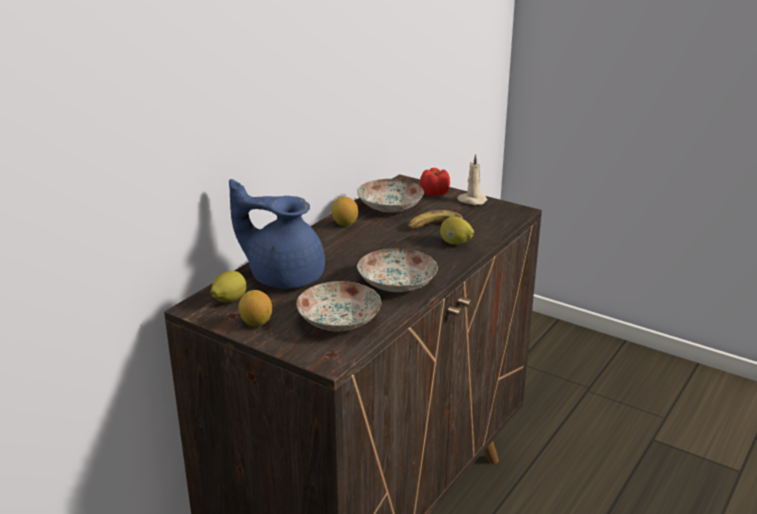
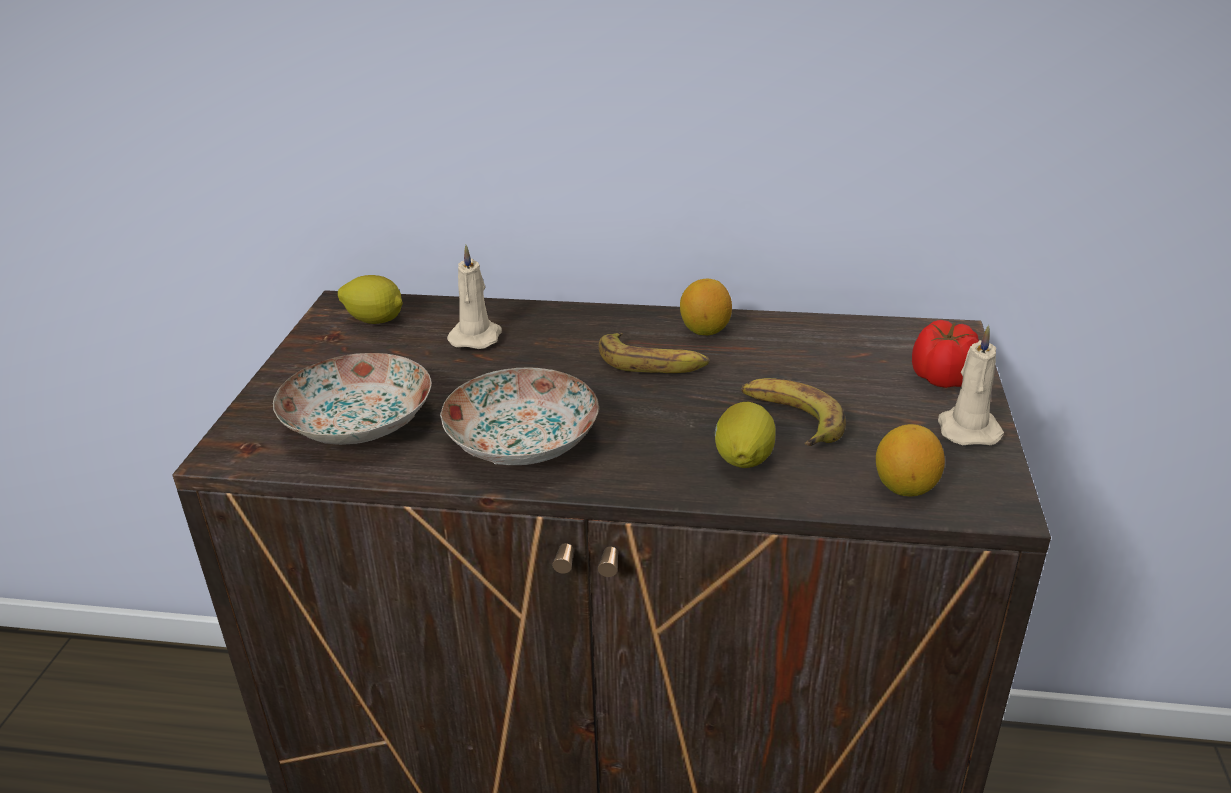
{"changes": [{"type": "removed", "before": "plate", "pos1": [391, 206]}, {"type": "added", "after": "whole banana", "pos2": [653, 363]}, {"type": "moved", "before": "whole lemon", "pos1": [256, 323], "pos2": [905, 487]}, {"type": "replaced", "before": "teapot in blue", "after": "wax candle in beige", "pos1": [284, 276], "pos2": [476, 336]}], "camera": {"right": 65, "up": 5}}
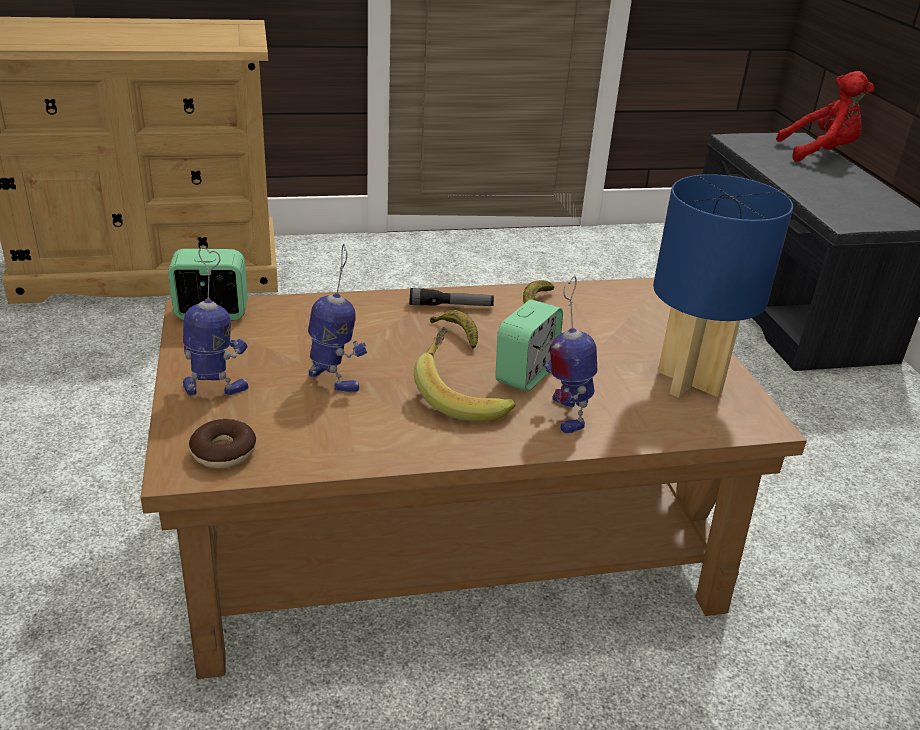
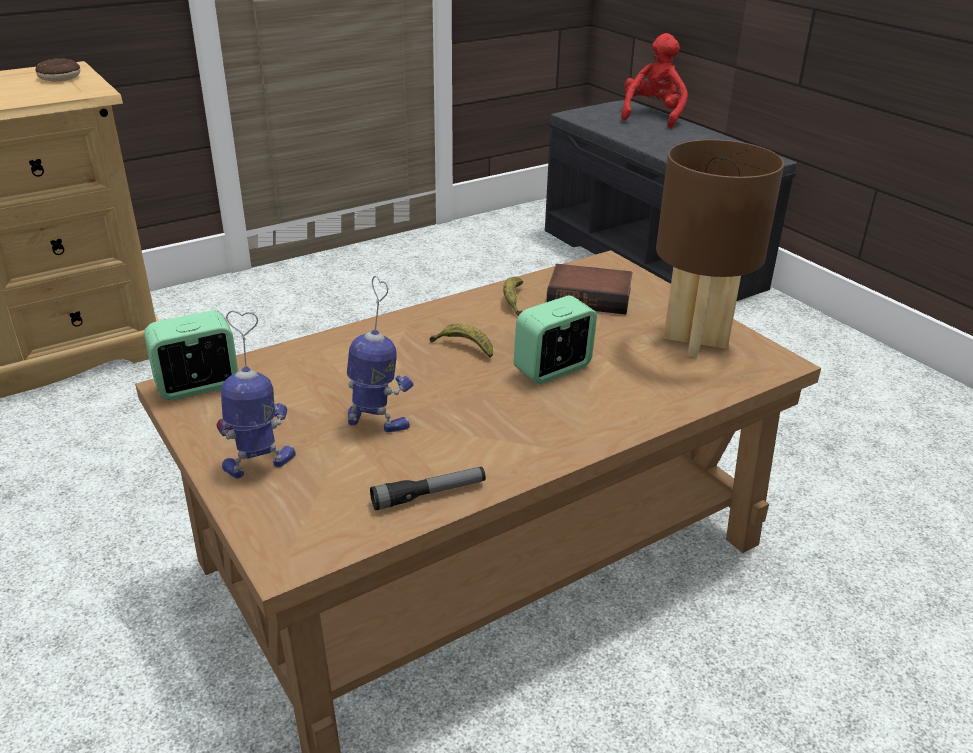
{"changes": [{"type": "removed", "before": "whole banana", "pos1": [462, 396]}, {"type": "removed", "before": "toy robot", "pos1": [565, 414]}, {"type": "added", "after": "book", "pos2": [591, 296]}, {"type": "moved", "before": "ring doughnut", "pos1": [223, 452], "pos2": [60, 77]}, {"type": "moved", "before": "torch", "pos1": [451, 306], "pos2": [429, 495]}, {"type": "recoloured", "before": "table lamp in blue", "after": "table lamp in brownish", "pos1": [690, 382], "pos2": [697, 341]}, {"type": "turned", "before": "bedside clock", "pos1": [525, 374], "pos2": [553, 369], "turn": -135}, {"type": "turned", "before": "plush toy in red-coloured", "pos1": [820, 153], "pos2": [653, 115], "turn": -45}], "camera": {"right": -20, "up": 0}}
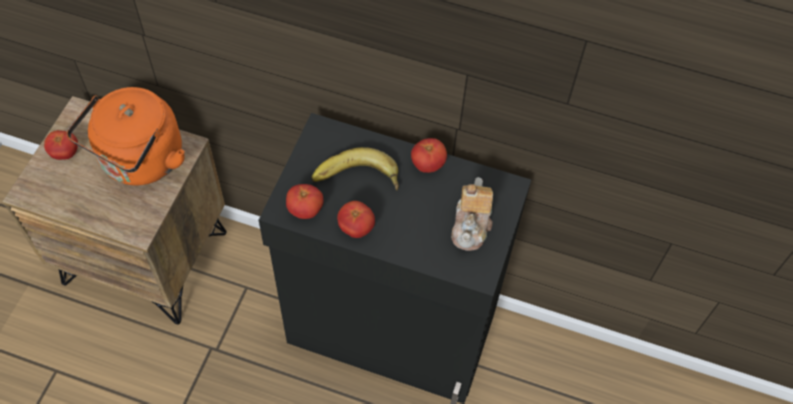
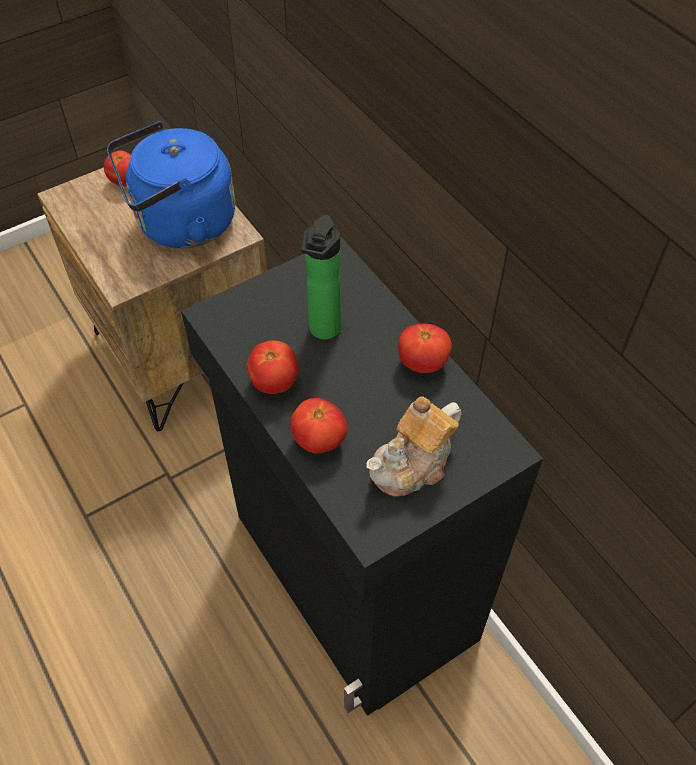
{"changes": [{"type": "moved", "before": "fresh tomato", "pos1": [305, 210], "pos2": [319, 440]}, {"type": "replaced", "before": "whole banana", "after": "drink bottle", "pos1": [356, 180], "pos2": [323, 332]}, {"type": "recoloured", "before": "water kettle in orange-coloured", "after": "water kettle in blue", "pos1": [140, 162], "pos2": [180, 225]}], "camera": {"right": 40, "up": -5}}
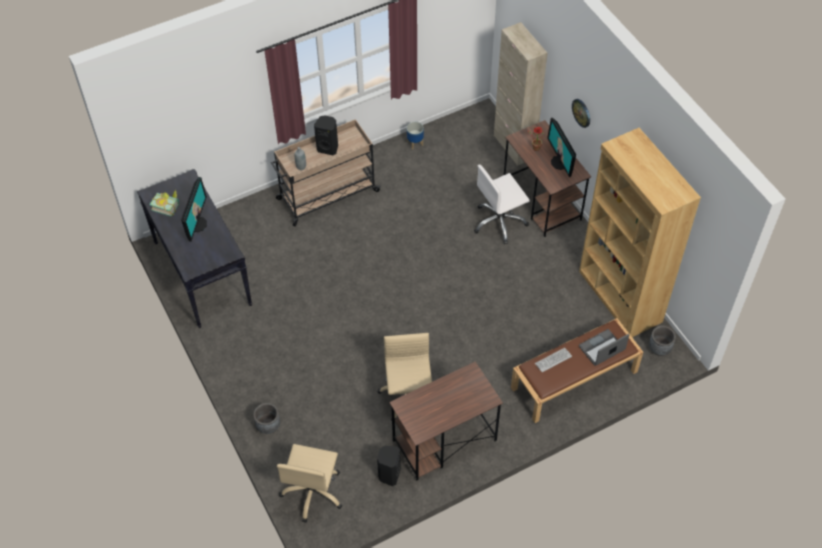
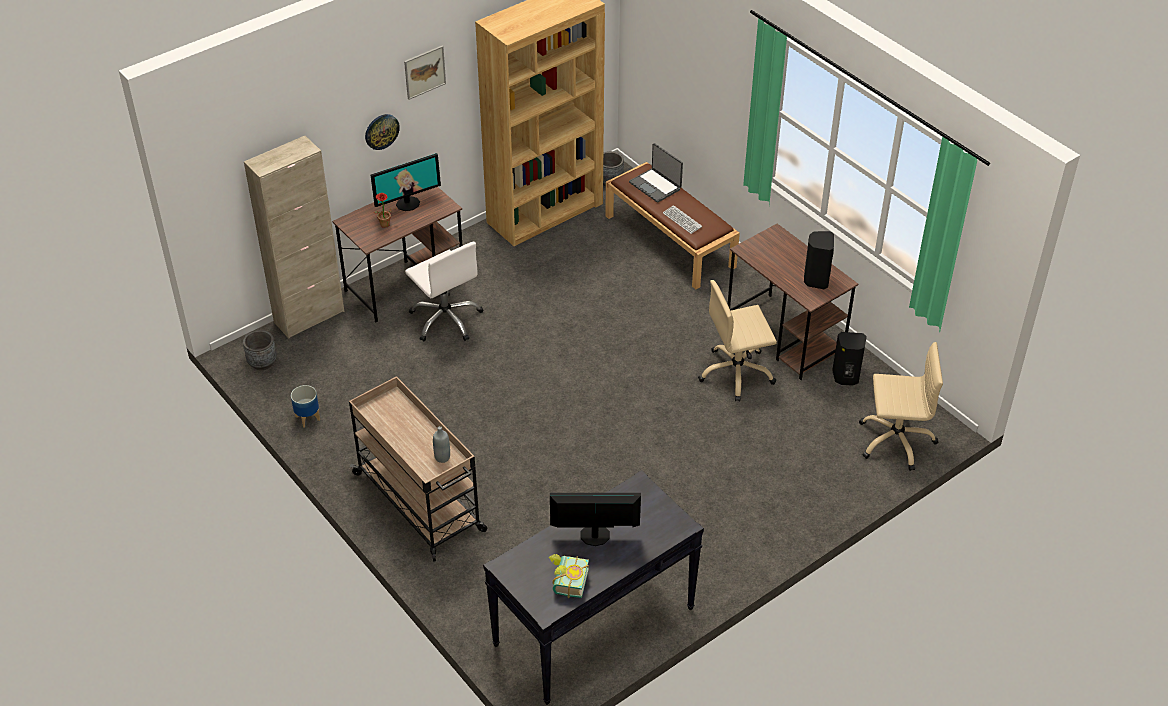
{"changes": [{"type": "added", "after": "wall picture", "pos2": [424, 72]}, {"type": "moved", "before": "plant pot in grey", "pos1": [268, 426], "pos2": [262, 363]}, {"type": "moved", "before": "speaker in black", "pos1": [328, 148], "pos2": [816, 280]}], "camera": {"right": -100, "up": -10}}
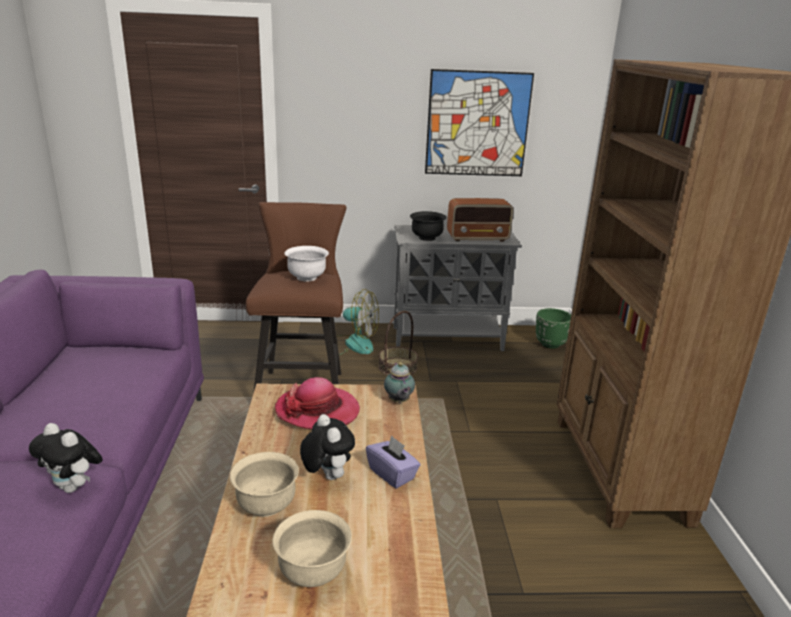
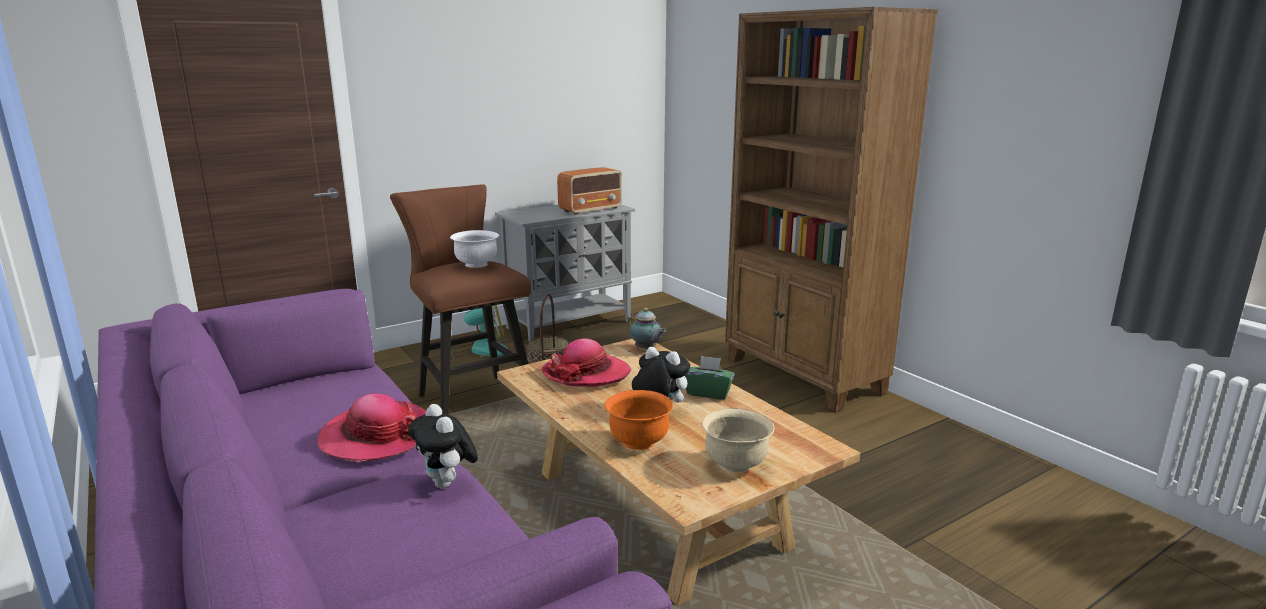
{"changes": [{"type": "removed", "before": "deep dish in black", "pos1": [426, 238]}, {"type": "removed", "before": "wall picture", "pos1": [477, 124]}, {"type": "removed", "before": "plant pot in greenish", "pos1": [550, 344]}, {"type": "added", "after": "wearable hat", "pos2": [376, 435]}, {"type": "recoloured", "before": "deep dish in beige", "after": "deep dish in orange-coloured", "pos1": [266, 505], "pos2": [638, 441]}, {"type": "recoloured", "before": "box of tissues in purplish", "after": "box of tissues in greenish", "pos1": [392, 474], "pos2": [708, 392]}, {"type": "turned", "before": "plush toy", "pos1": [74, 487], "pos2": [447, 484], "turn": 60}], "camera": {"right": -30, "up": -5}}
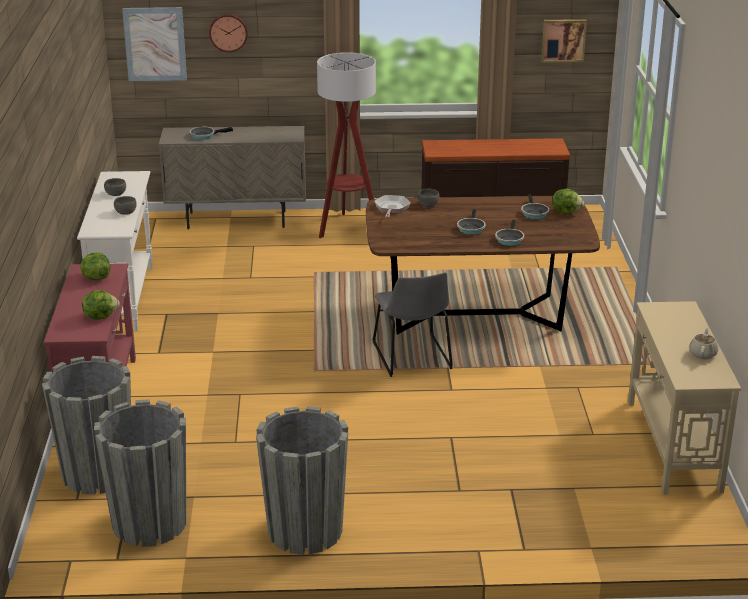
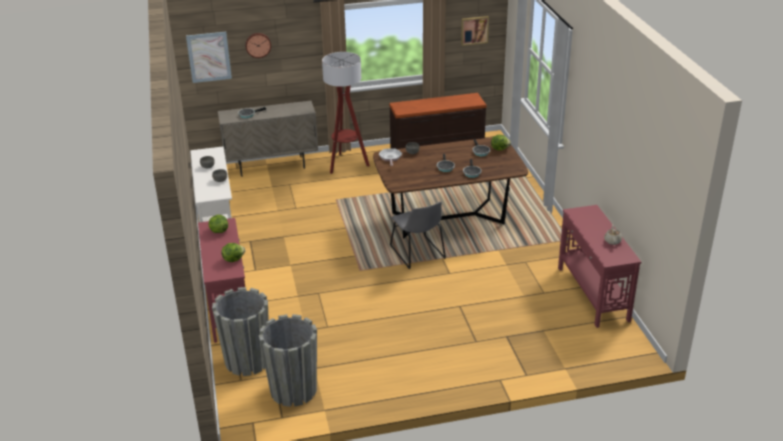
{"changes": [{"type": "removed", "before": "plant pot in grey", "pos1": [305, 531]}, {"type": "recoloured", "before": "console table in beige", "after": "console table in red-coloured", "pos1": [672, 445], "pos2": [592, 294]}], "camera": {"right": -10, "up": 5}}
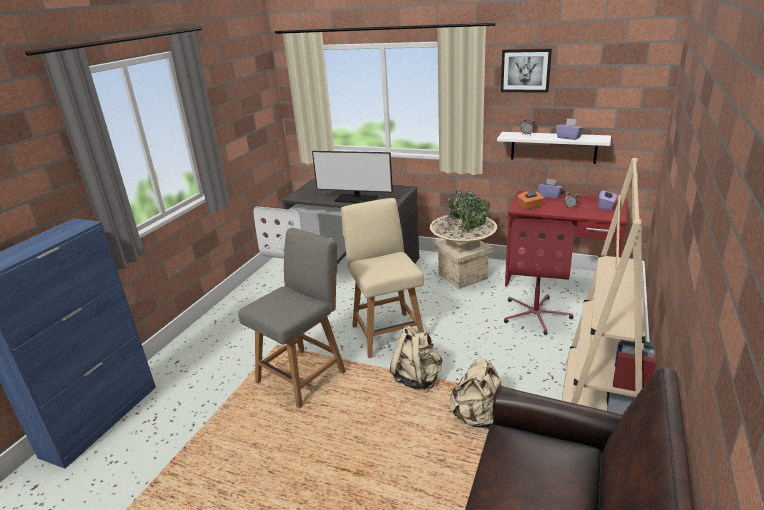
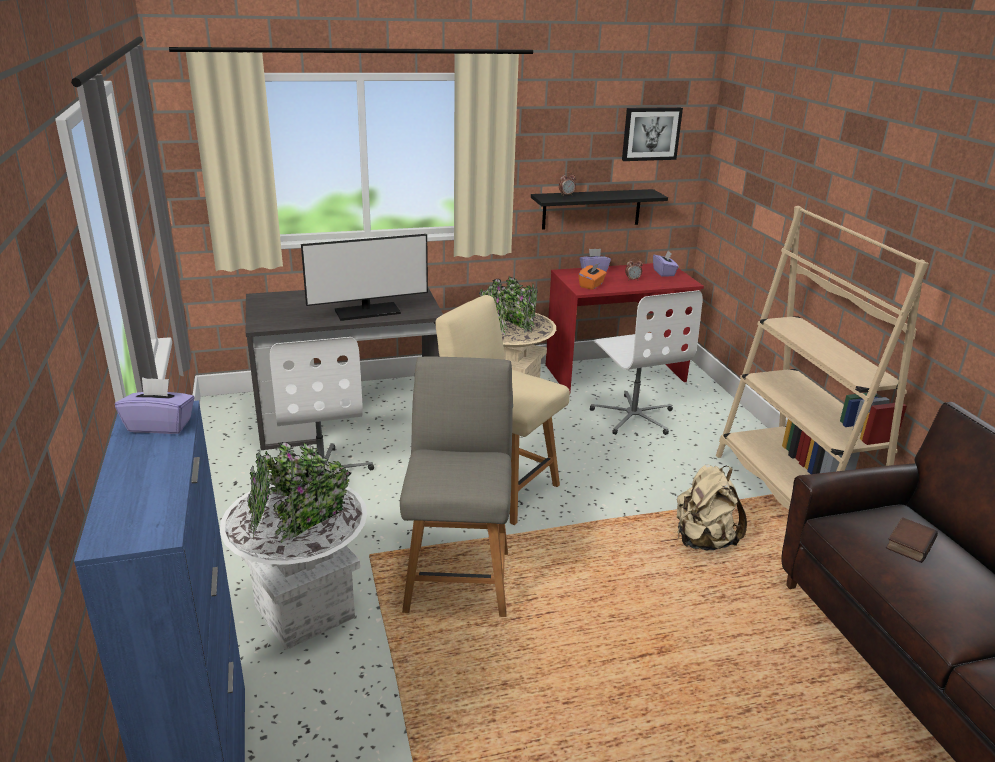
{"changes": [{"type": "removed", "before": "rucksack in beige", "pos1": [417, 378]}, {"type": "added", "after": "plant pot in white", "pos2": [304, 612]}, {"type": "added", "after": "book", "pos2": [908, 543]}, {"type": "moved", "before": "wall picture", "pos1": [525, 70], "pos2": [651, 133]}, {"type": "moved", "before": "box of tissues in purplish", "pos1": [569, 137], "pos2": [160, 425]}, {"type": "recoloured", "before": "bracket shelf in white", "after": "bracket shelf in black", "pos1": [553, 147], "pos2": [591, 209]}, {"type": "recoloured", "before": "computer chair in red-coloured", "after": "computer chair in white", "pos1": [536, 314], "pos2": [633, 416]}], "camera": {"right": -40, "up": 0}}
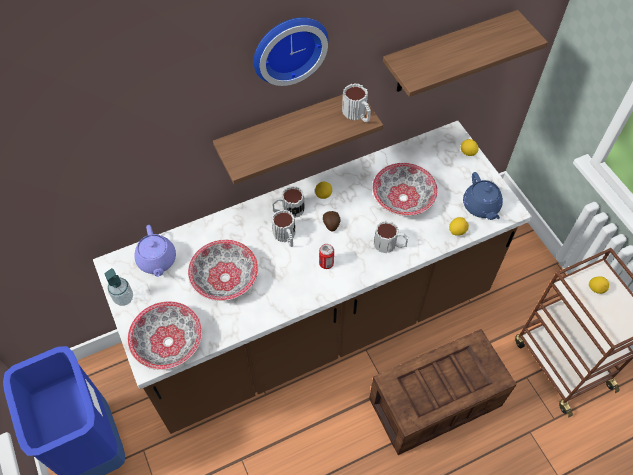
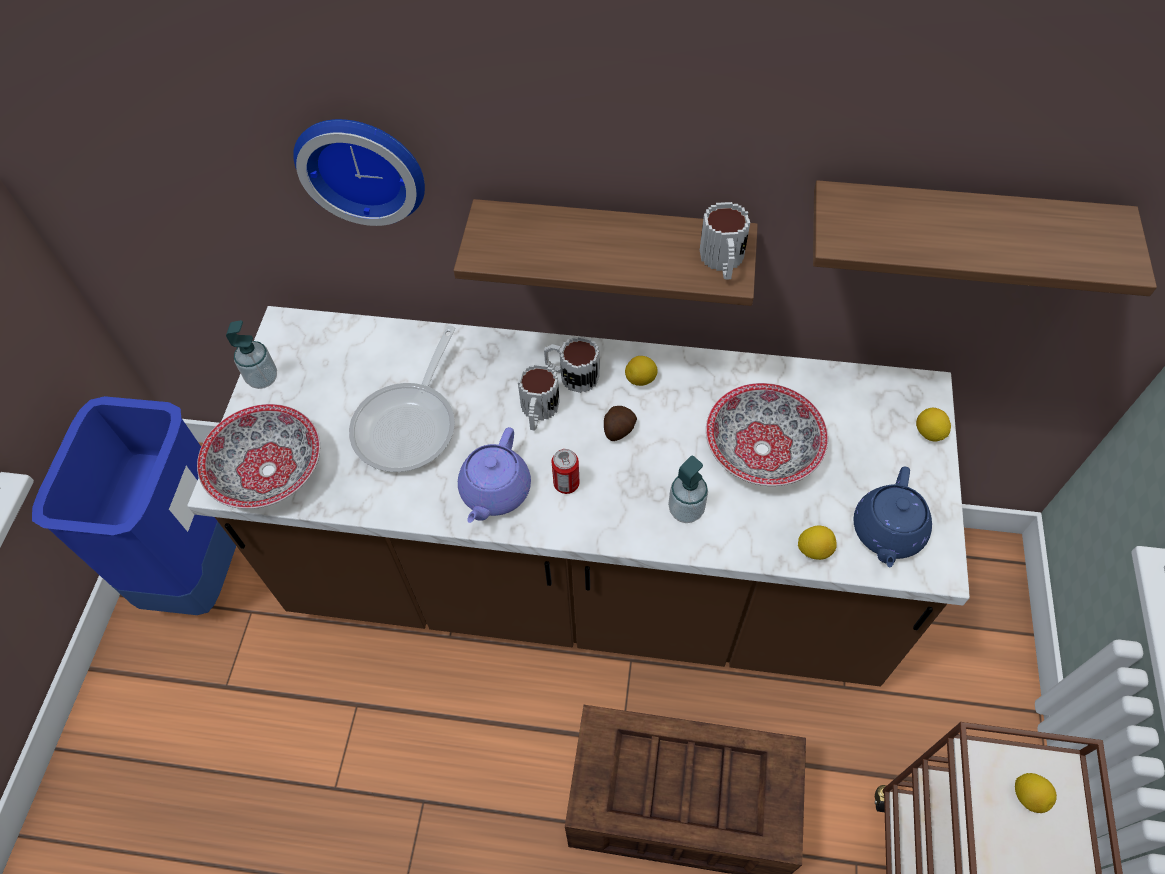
{"changes": [{"type": "moved", "before": "teapot in purplish", "pos1": [157, 261], "pos2": [494, 492]}, {"type": "moved", "before": "wall clock", "pos1": [288, 47], "pos2": [363, 165]}, {"type": "replaced", "before": "deep dish", "after": "pan", "pos1": [225, 277], "pos2": [410, 424]}, {"type": "replaced", "before": "tea mug", "after": "liquid soap bottle", "pos1": [390, 244], "pos2": [686, 510]}], "camera": {"right": 35, "up": 0}}
